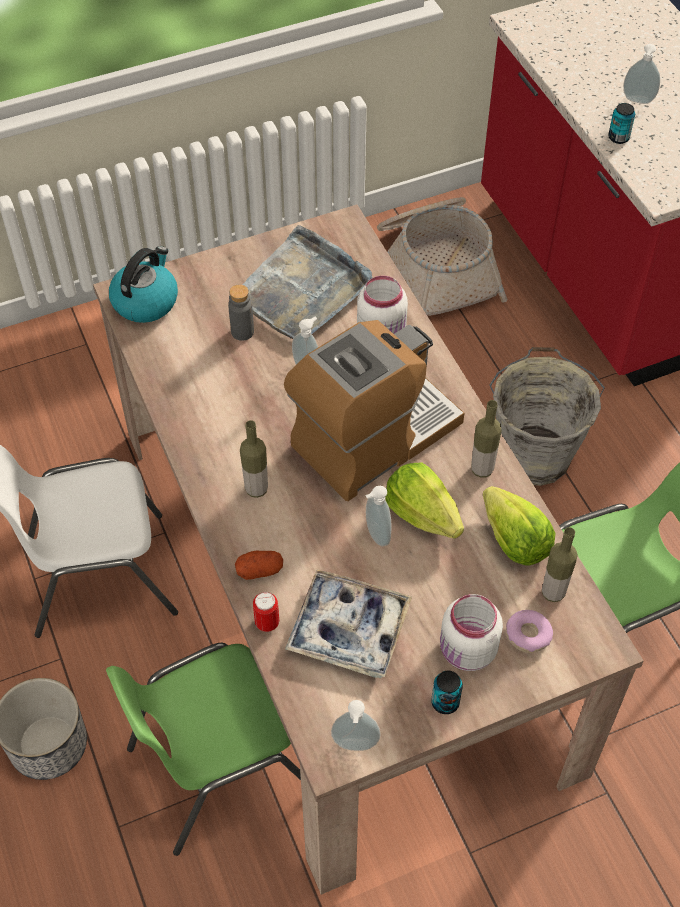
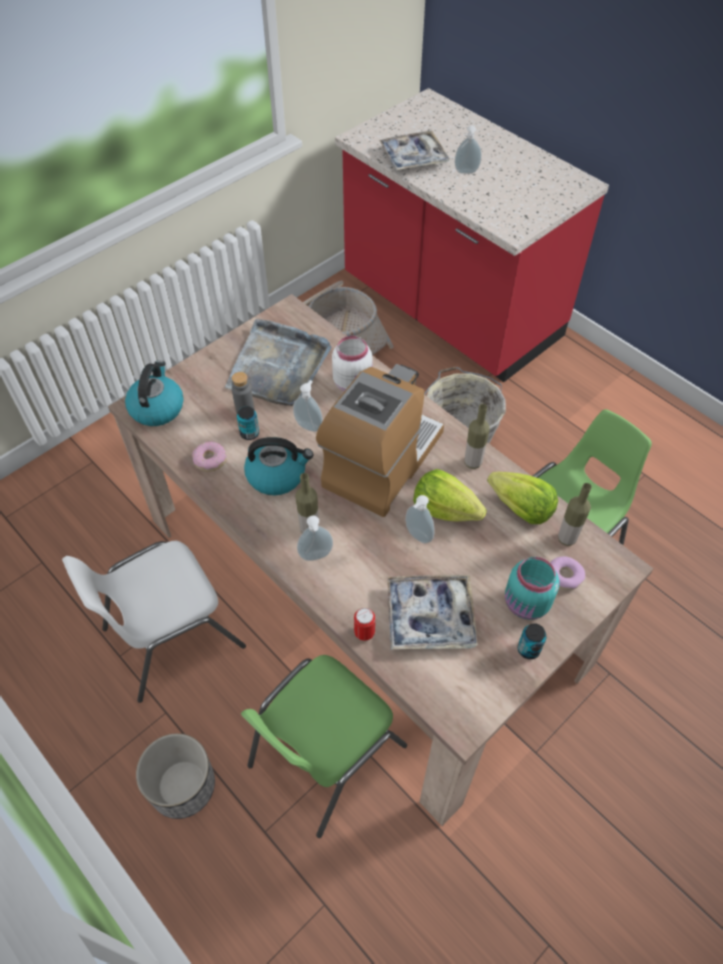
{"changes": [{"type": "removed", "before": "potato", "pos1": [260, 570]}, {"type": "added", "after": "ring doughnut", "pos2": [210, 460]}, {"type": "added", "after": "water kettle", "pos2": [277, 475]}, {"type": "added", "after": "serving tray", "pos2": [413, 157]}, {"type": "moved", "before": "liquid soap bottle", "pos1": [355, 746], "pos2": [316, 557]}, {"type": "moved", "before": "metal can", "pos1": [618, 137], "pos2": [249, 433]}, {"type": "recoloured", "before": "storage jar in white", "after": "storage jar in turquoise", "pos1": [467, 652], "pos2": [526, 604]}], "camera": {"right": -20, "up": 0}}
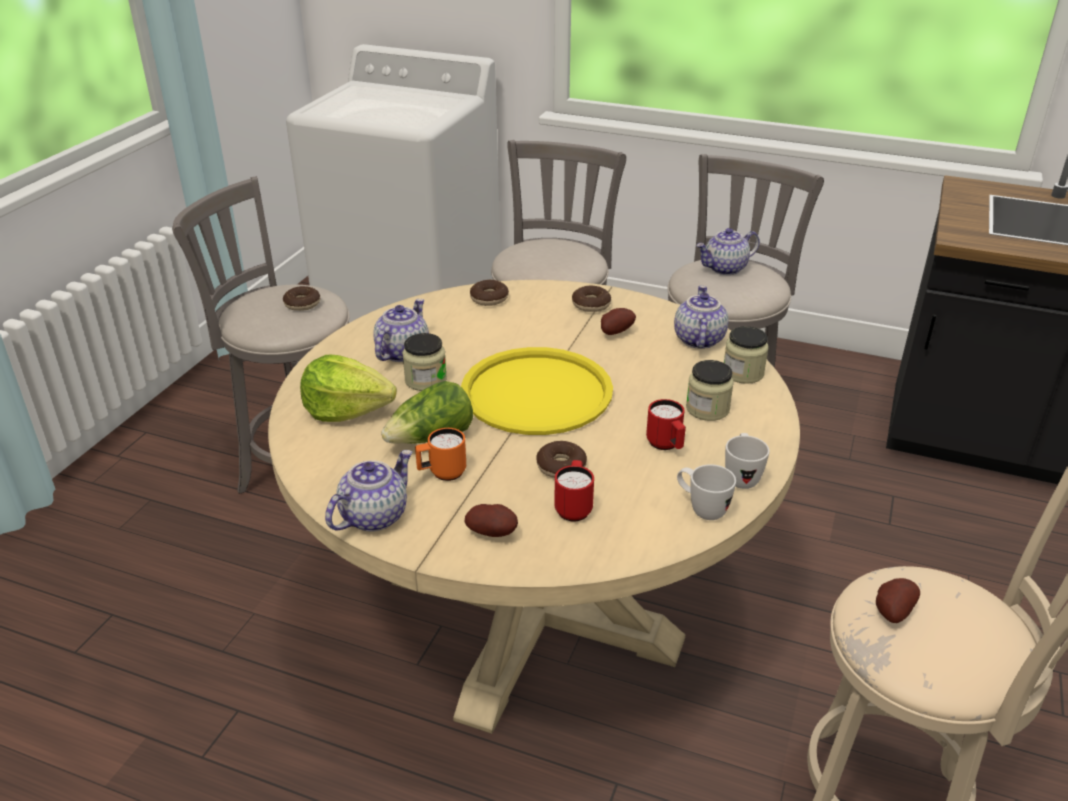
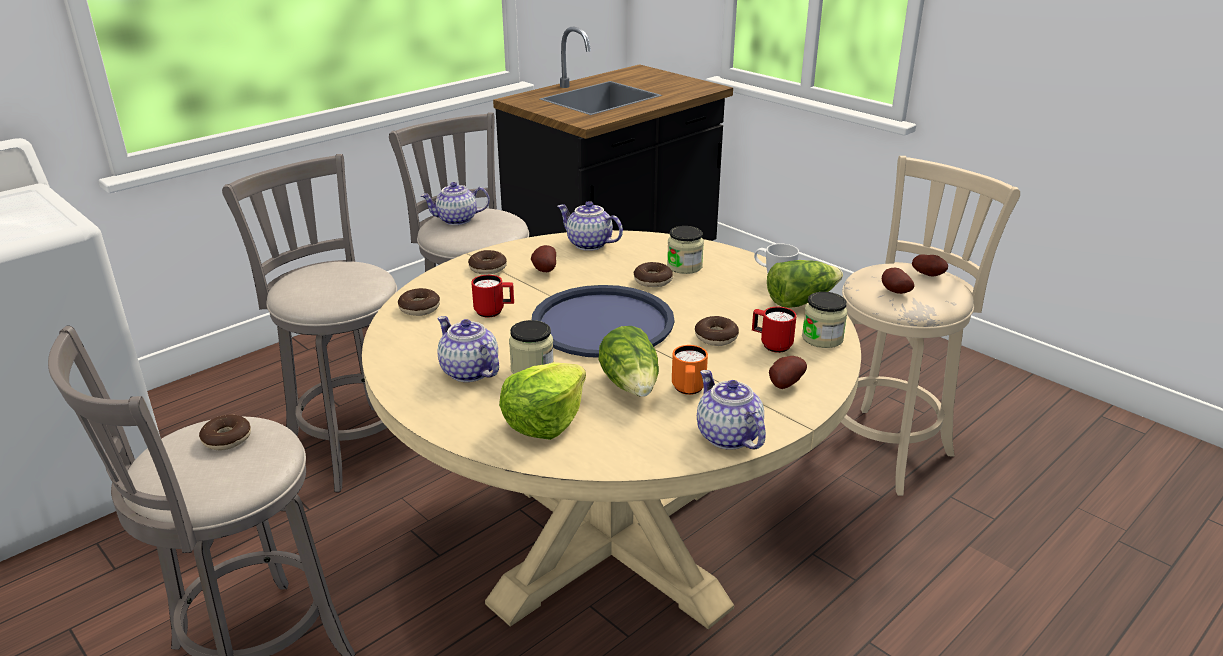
{"changes": [{"type": "added", "after": "ring doughnut", "pos2": [653, 281]}, {"type": "added", "after": "potato", "pos2": [929, 275]}, {"type": "moved", "before": "tea mug in red-coloured", "pos1": [666, 445], "pos2": [494, 312]}, {"type": "moved", "before": "storage jar", "pos1": [743, 373], "pos2": [822, 338]}, {"type": "replaced", "before": "tea mug in white", "after": "lettuce head", "pos1": [701, 509], "pos2": [801, 300]}, {"type": "recoloured", "before": "serving tray in yellow-coloured", "after": "serving tray in blue", "pos1": [537, 392], "pos2": [603, 323]}, {"type": "turned", "before": "teapot", "pos1": [725, 269], "pos2": [456, 220], "turn": 75}], "camera": {"right": -65, "up": -5}}
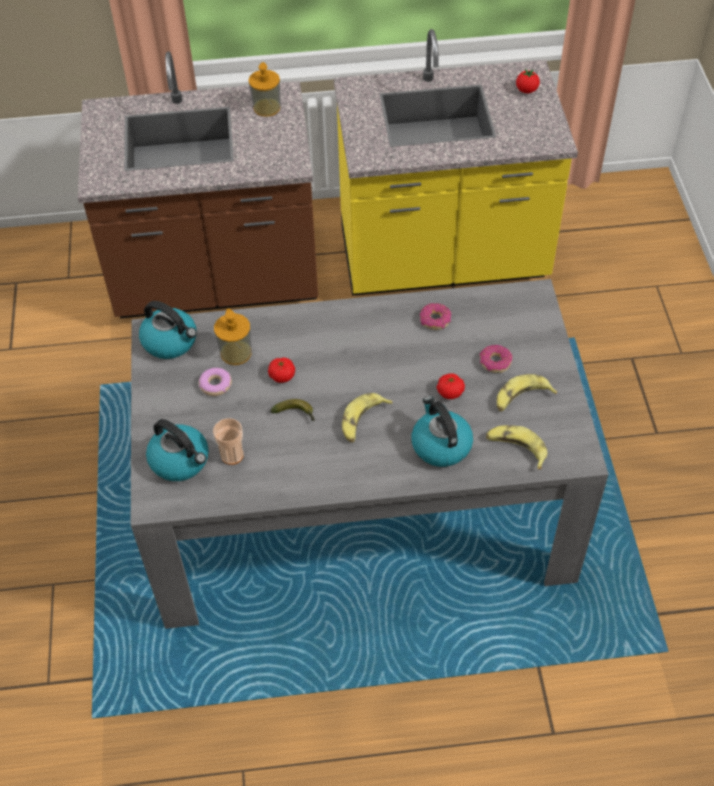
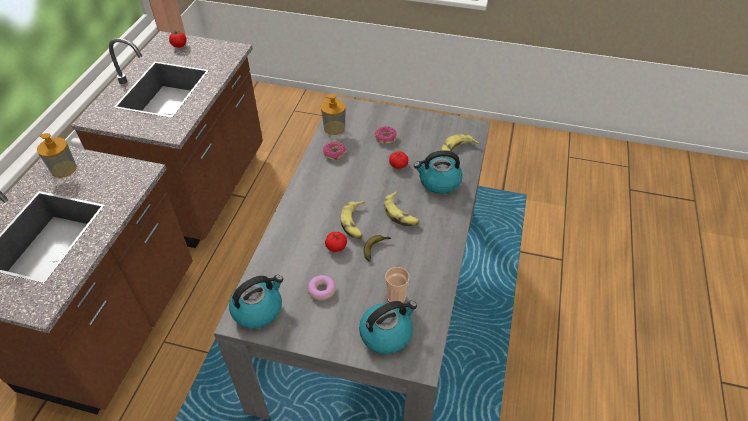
{"changes": [{"type": "moved", "before": "liquid soap bottle", "pos1": [236, 353], "pos2": [334, 128]}, {"type": "moved", "before": "whole banana", "pos1": [521, 398], "pos2": [354, 223]}, {"type": "recoloured", "before": "kitchen base unit in yellow-coloured", "after": "kitchen base unit in brownish", "pos1": [442, 259], "pos2": [202, 191]}], "camera": {"right": -70, "up": -5}}
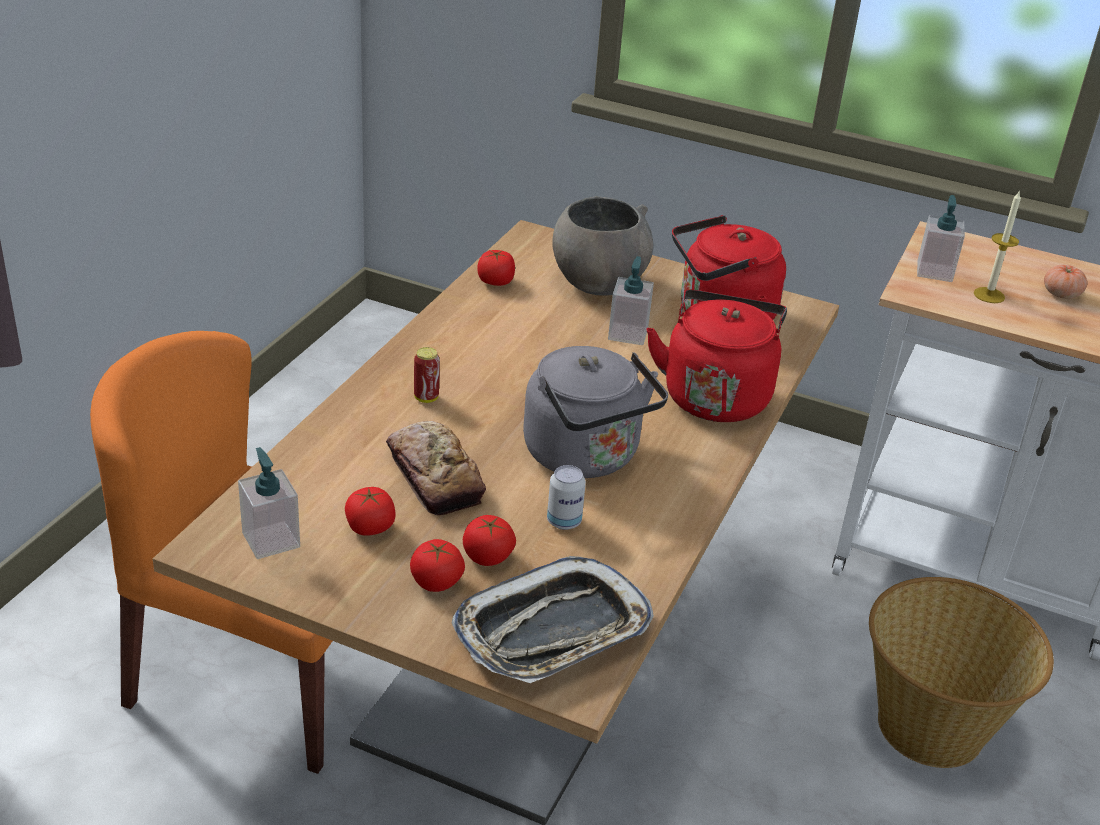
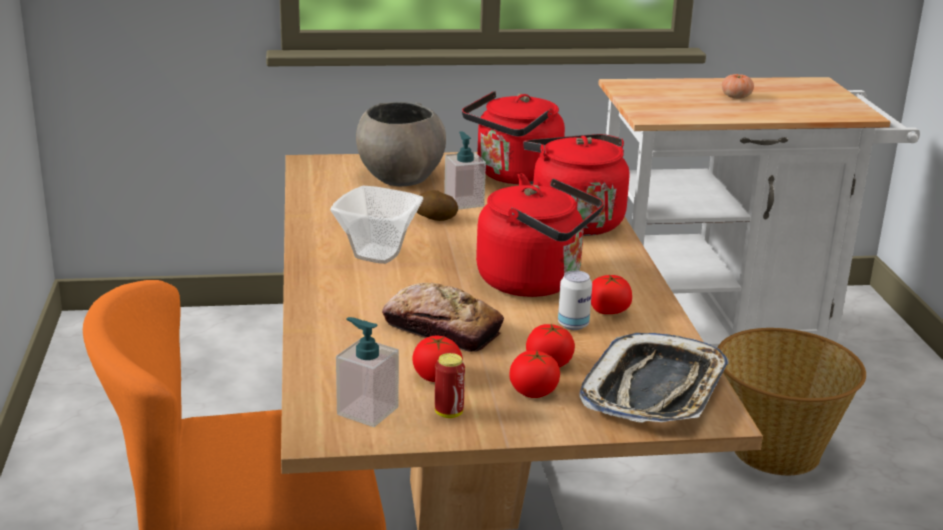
{"changes": [{"type": "removed", "before": "liquid soap bottle", "pos1": [934, 271]}, {"type": "removed", "before": "wax candle", "pos1": [989, 295]}, {"type": "added", "after": "deep dish", "pos2": [377, 255]}, {"type": "added", "after": "potato", "pos2": [434, 218]}, {"type": "moved", "before": "metal can", "pos1": [426, 398], "pos2": [449, 413]}, {"type": "moved", "before": "fresh tomato", "pos1": [495, 282], "pos2": [608, 311]}, {"type": "recoloured", "before": "water kettle in grey", "after": "water kettle in red-coloured", "pos1": [586, 457], "pos2": [535, 282]}], "camera": {"right": -30, "up": -10}}
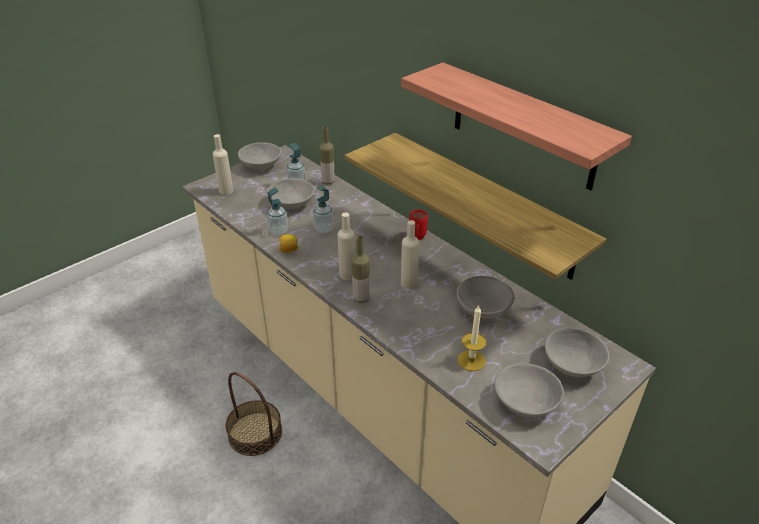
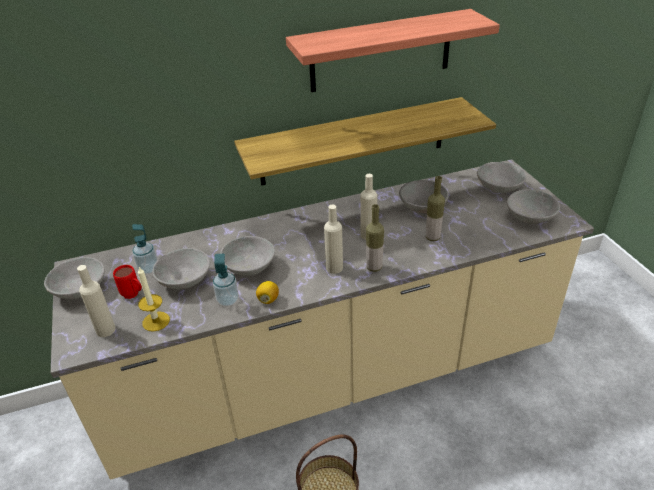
{"changes": [{"type": "moved", "before": "drink bottle", "pos1": [328, 182], "pos2": [432, 237]}, {"type": "moved", "before": "tea mug in red-coloured", "pos1": [417, 238], "pos2": [134, 295]}, {"type": "moved", "before": "wax candle", "pos1": [471, 360], "pos2": [156, 321]}, {"type": "replaced", "before": "liquid soap bottle", "after": "deep dish in grey", "pos1": [324, 229], "pos2": [249, 267]}], "camera": {"right": -65, "up": 0}}
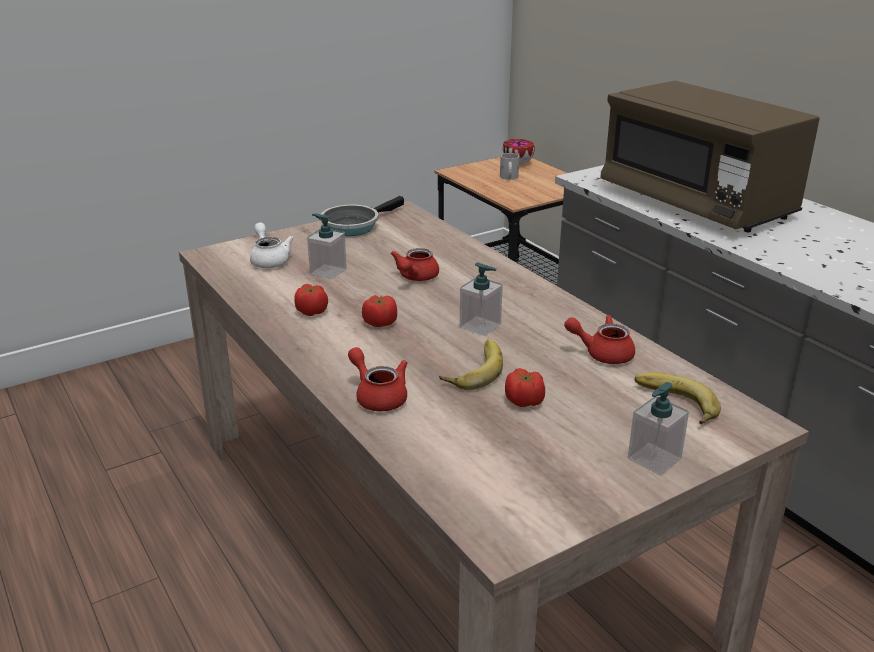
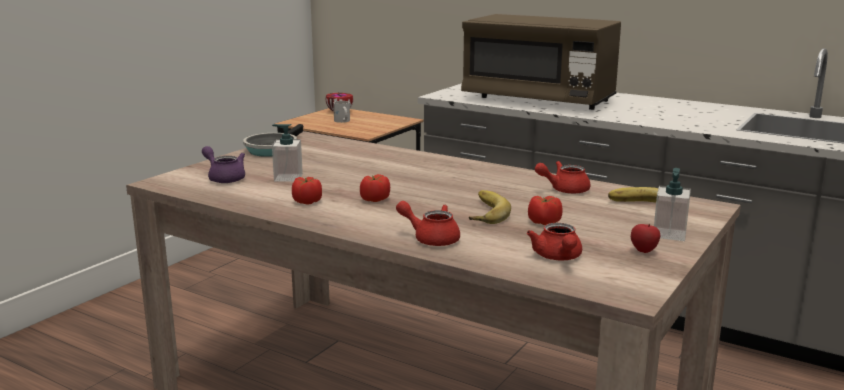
{"changes": [{"type": "removed", "before": "liquid soap bottle", "pos1": [480, 326]}, {"type": "added", "after": "apple fruit", "pos2": [644, 251]}, {"type": "moved", "before": "teapot in red-coloured", "pos1": [415, 277], "pos2": [558, 258]}, {"type": "recoloured", "before": "teapot in white", "after": "teapot in purplish", "pos1": [269, 260], "pos2": [224, 178]}], "camera": {"right": -25, "up": -10}}
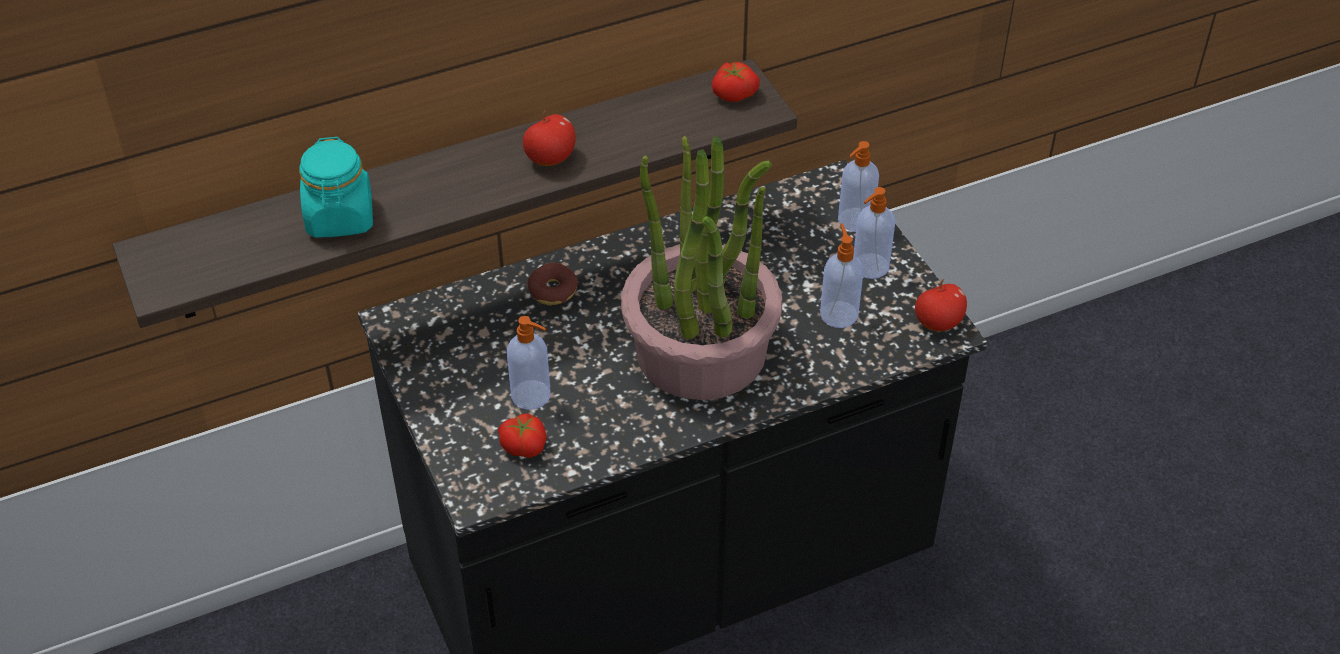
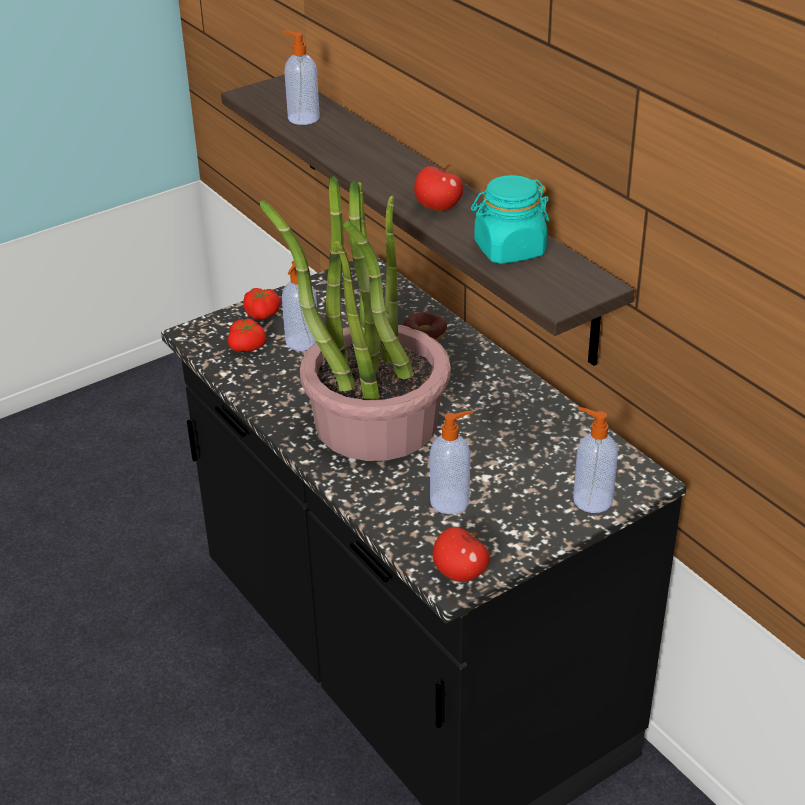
{"changes": [{"type": "moved", "before": "storage jar in turquoise", "pos1": [340, 217], "pos2": [509, 250]}, {"type": "moved", "before": "fresh tomato", "pos1": [733, 93], "pos2": [263, 314]}, {"type": "moved", "before": "liquid soap bottle", "pos1": [869, 267], "pos2": [302, 118]}], "camera": {"right": 80, "up": -10}}
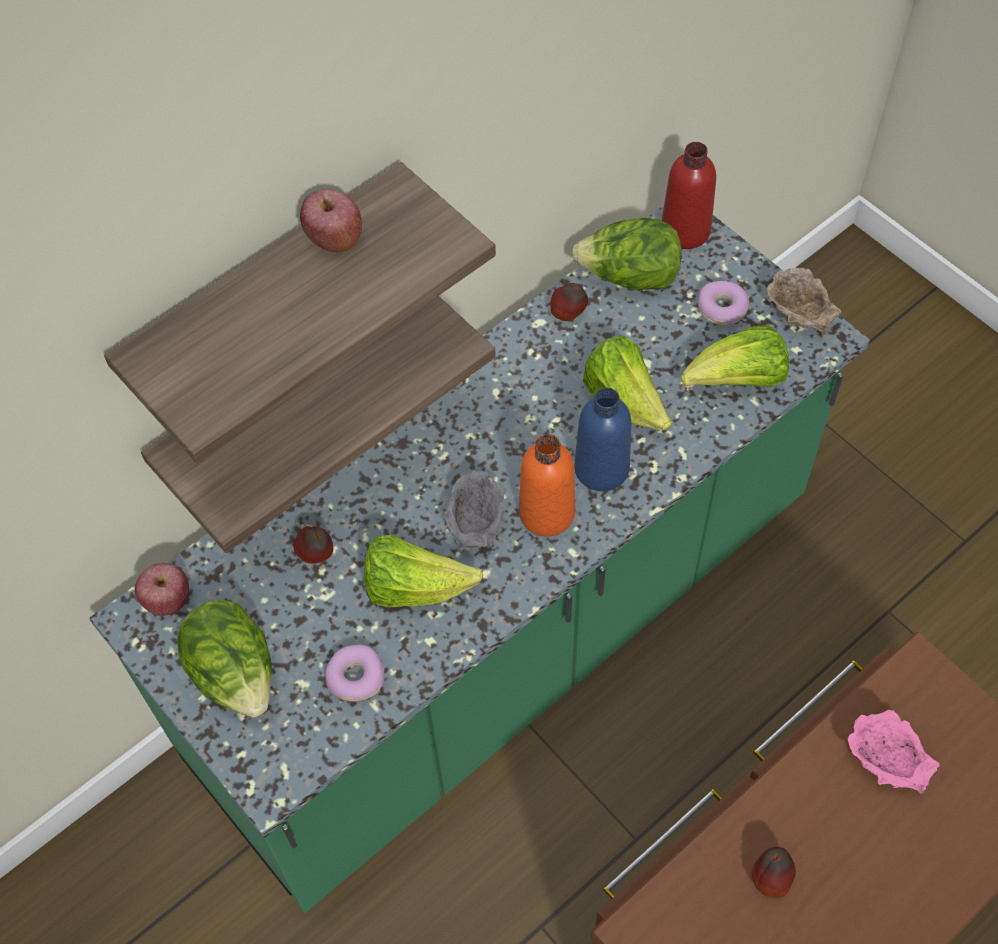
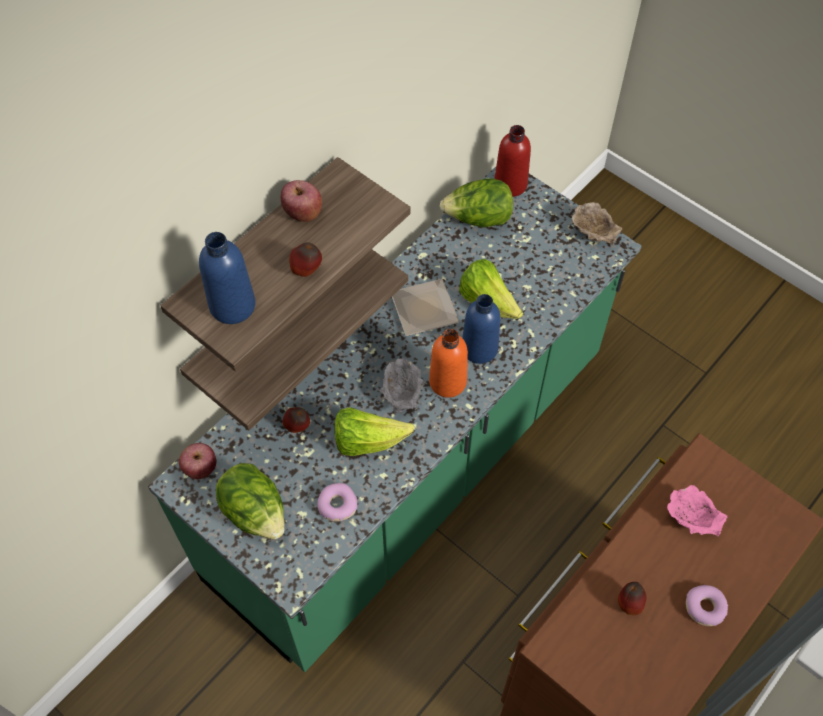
{"changes": [{"type": "removed", "before": "lettuce head", "pos1": [738, 381]}, {"type": "added", "after": "drink bottle in blue", "pos2": [232, 305]}, {"type": "added", "after": "plate", "pos2": [425, 307]}, {"type": "moved", "before": "apple fruit", "pos1": [568, 315], "pos2": [307, 270]}, {"type": "moved", "before": "ring doughnut", "pos1": [722, 309], "pos2": [704, 608]}], "camera": {"right": -10, "up": 0}}
